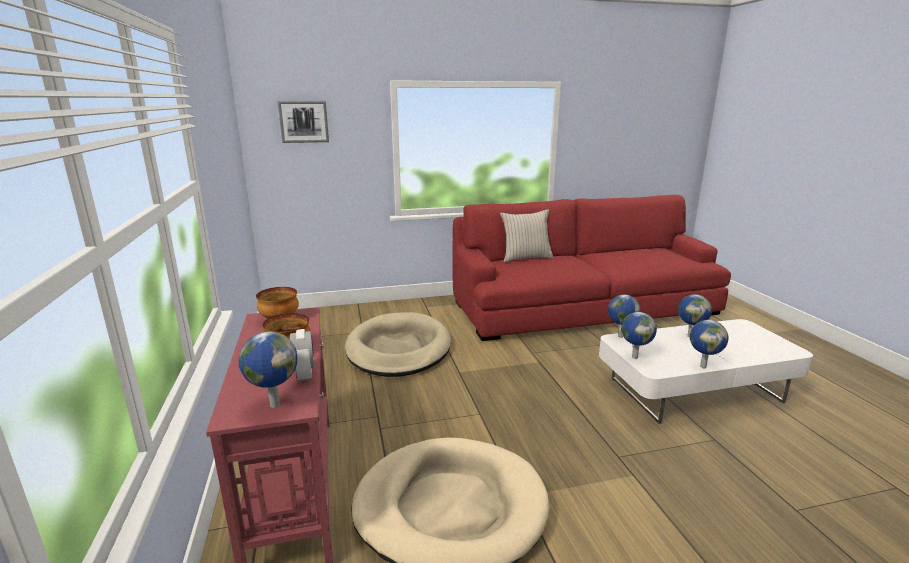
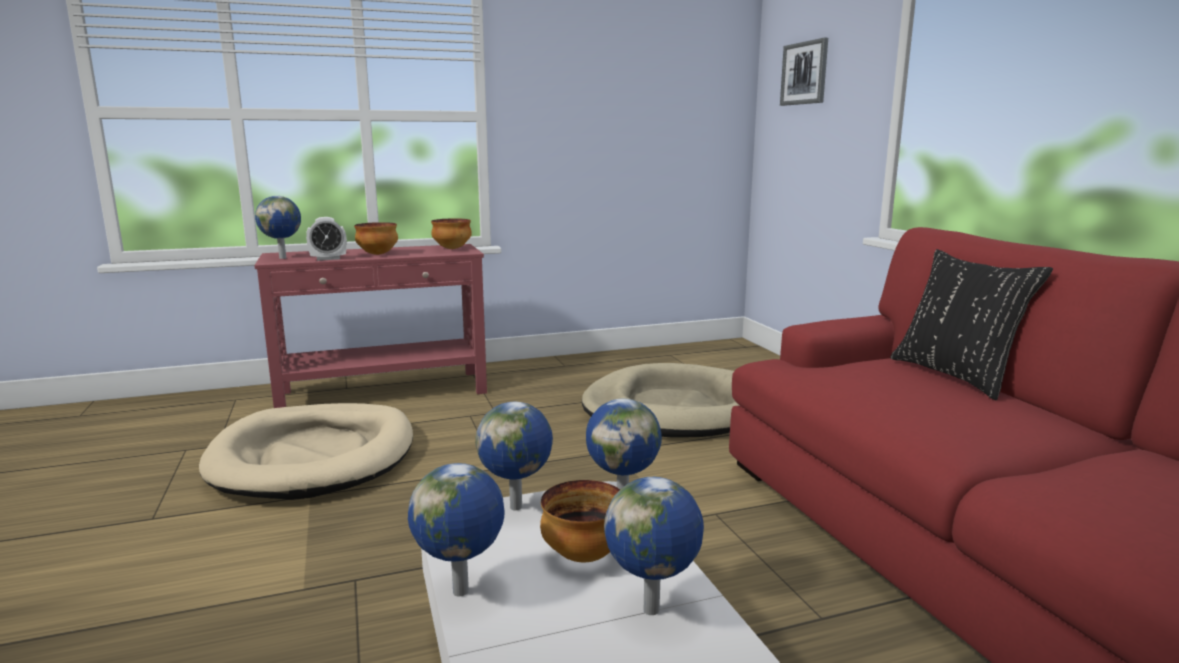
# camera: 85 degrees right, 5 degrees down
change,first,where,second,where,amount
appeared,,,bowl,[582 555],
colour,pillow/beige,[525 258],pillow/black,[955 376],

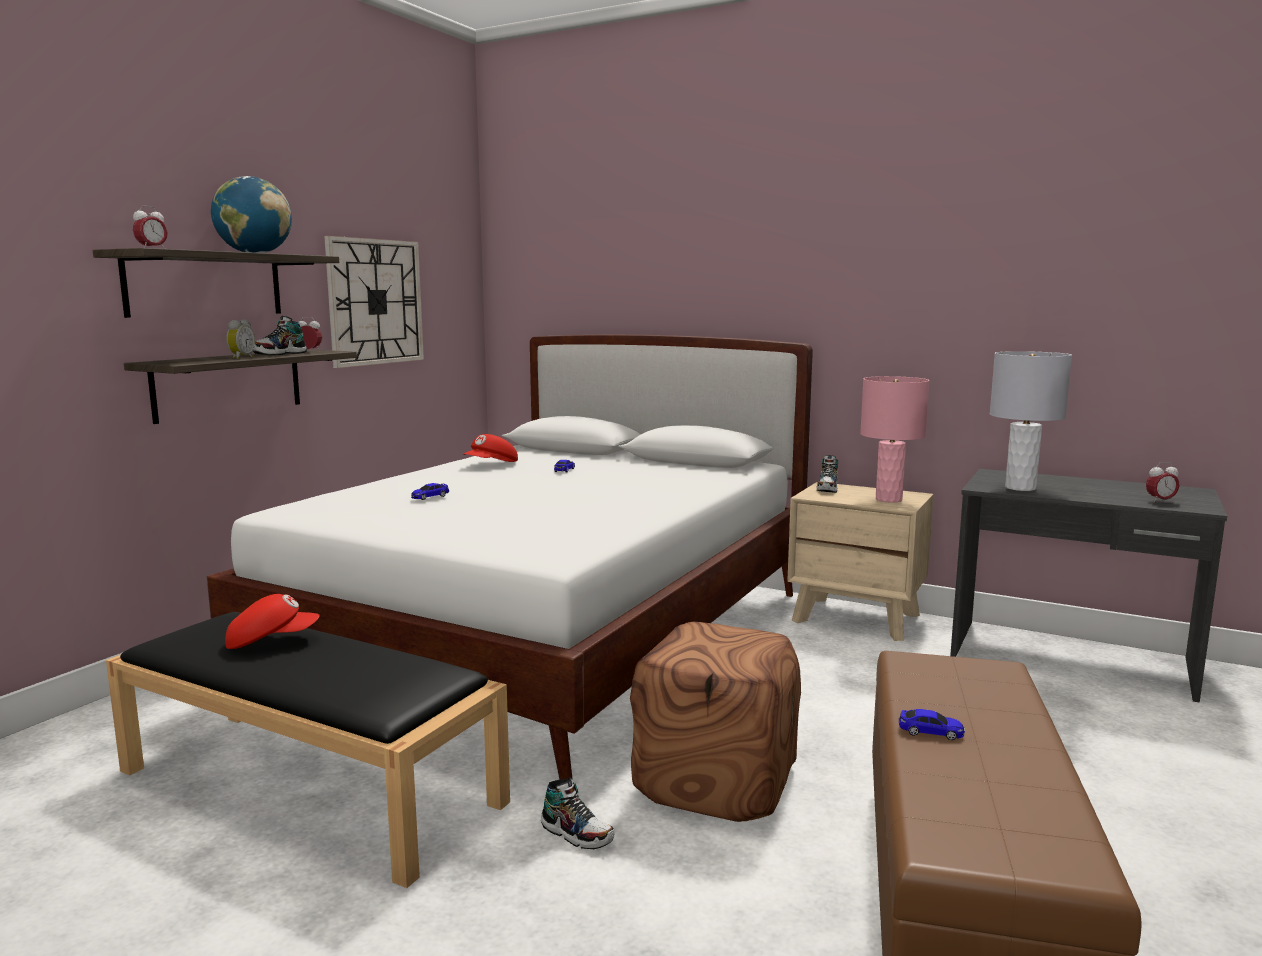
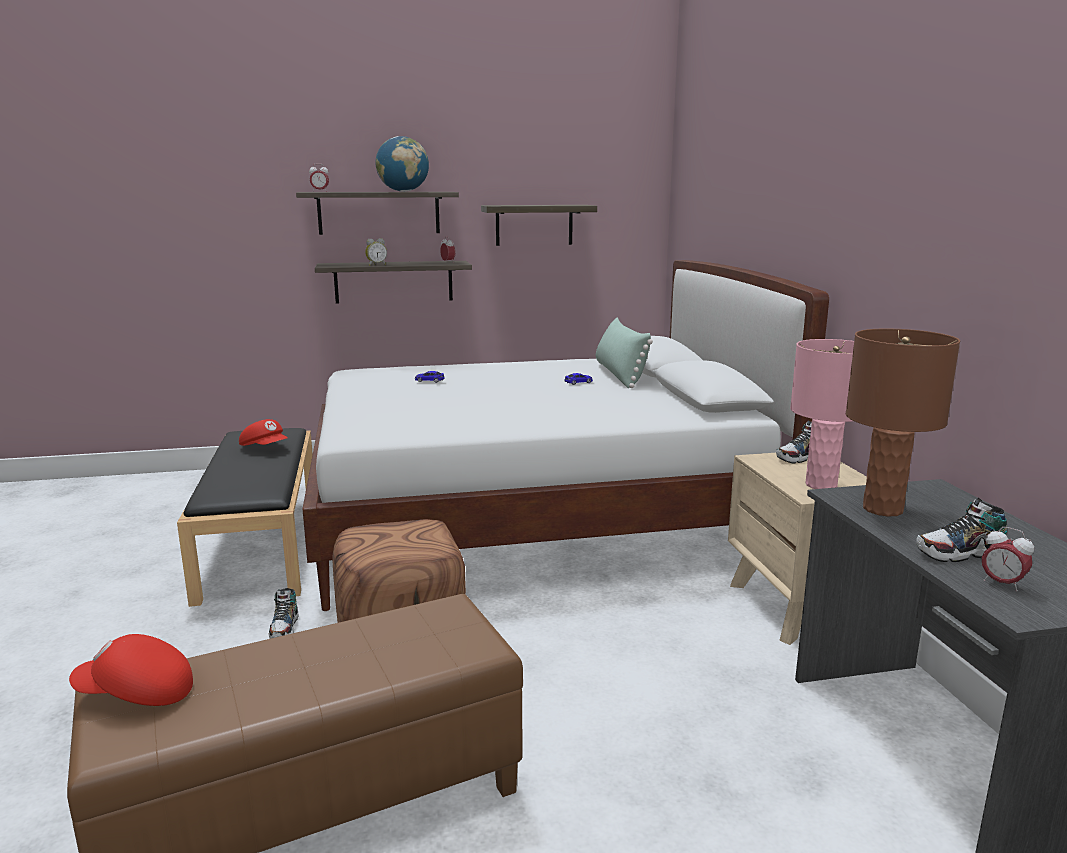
# camera: 50 degrees right, 5 degrees up
change,first,where,second,where,amount
relocated,cap/red,[491 465],,[136 695],
exchanged,wall clock,[375 302],shelf,[534 225],
appeared,,,pillow/green,[620 375],
colour,table lamp/grey,[1019 488],table lamp/brown,[882 509],
relocated,shoe,[279 354],,[960 554],
missing,toy car,[930 732],,,

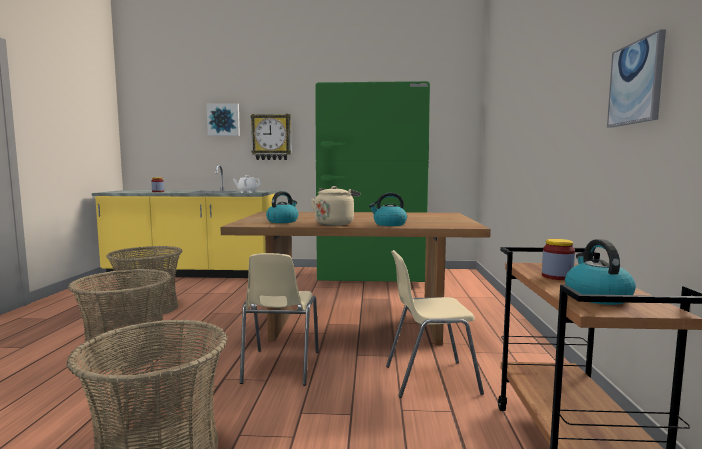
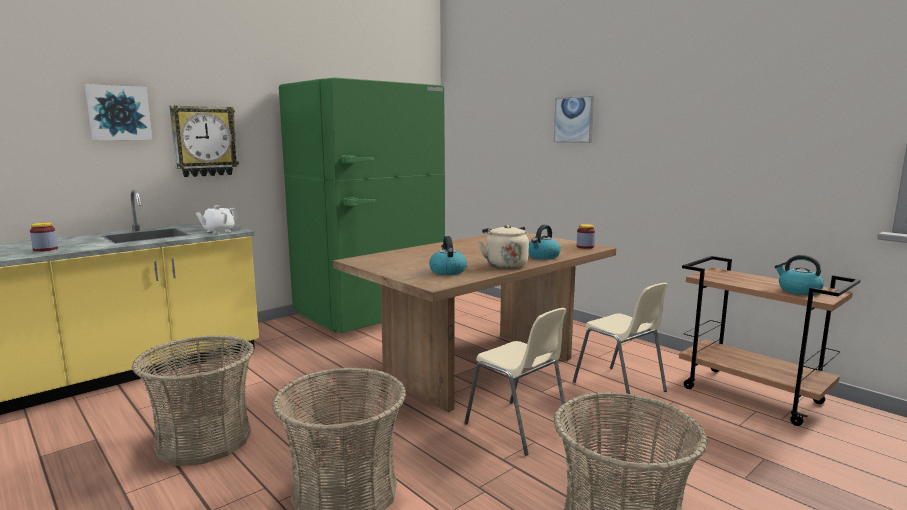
# camera: 45 degrees left, 5 degrees up
change,first,where,second,where,amount
relocated,picture,[636 83],,[574 119],
spun,chair/beige,[430 379],,[620 387],75 degrees counterclockwise
relocated,jar,[557 276],,[585 247],

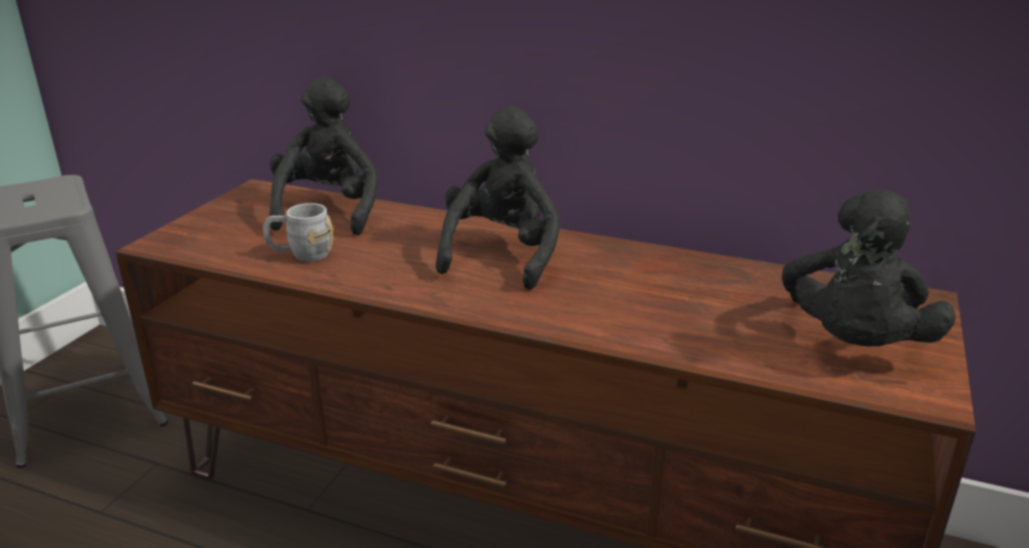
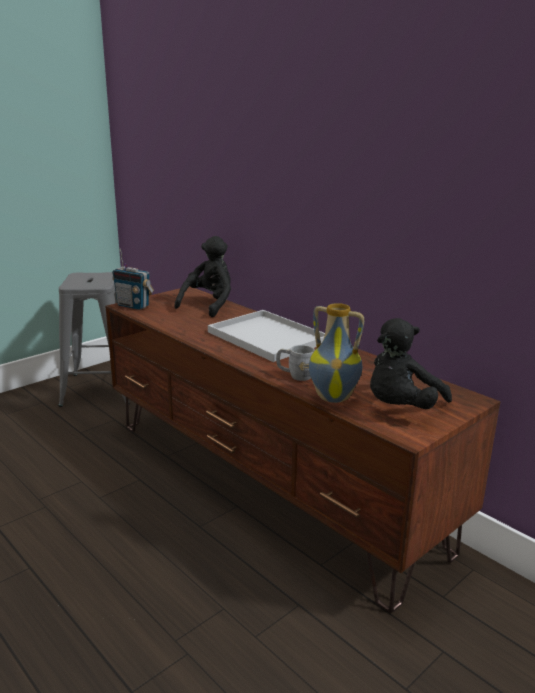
# camera: 25 degrees right, 5 degrees down
change,first,where,second,where,amount
appeared,,,radio,[133 306],
exchanged,plush toy/black,[502 254],tray/white,[270 337],
relocated,mug/grey,[301 255],,[295 375],
appeared,,,vase,[334 397],

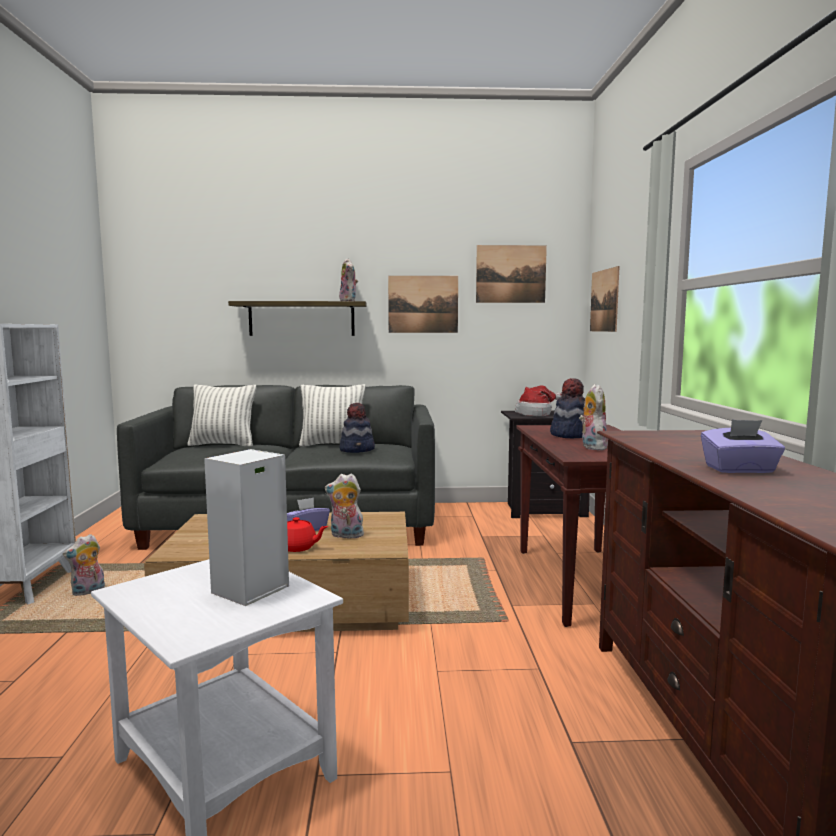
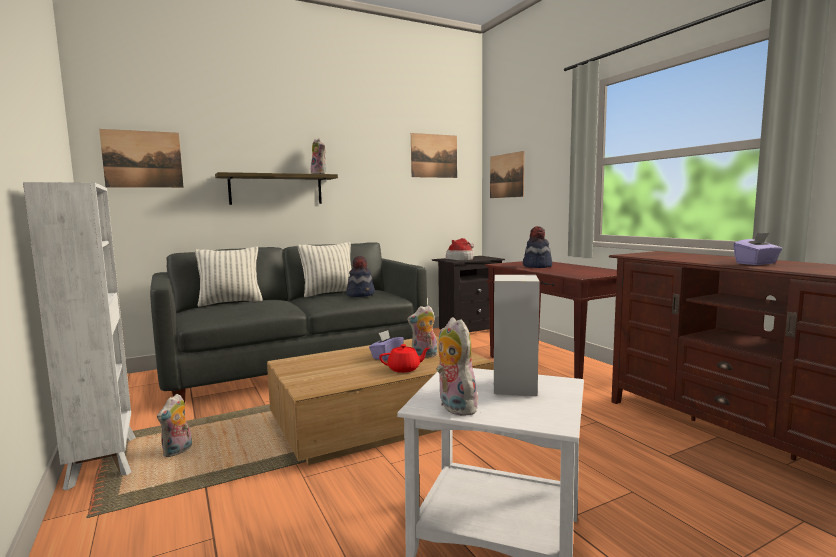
# camera: 25 degrees left, 0 degrees up
change,first,where,second,where,amount
relocated,picture,[423 304],,[143 159],
relocated,plush toy,[591 447],,[454 407],

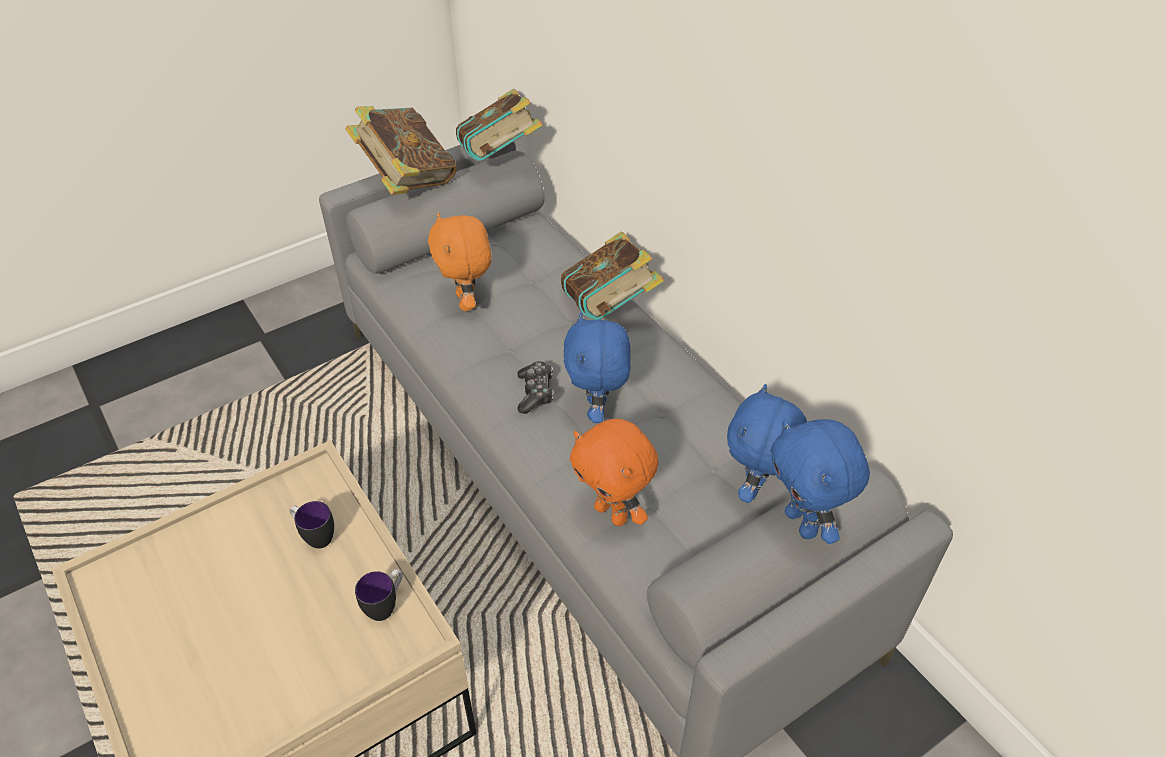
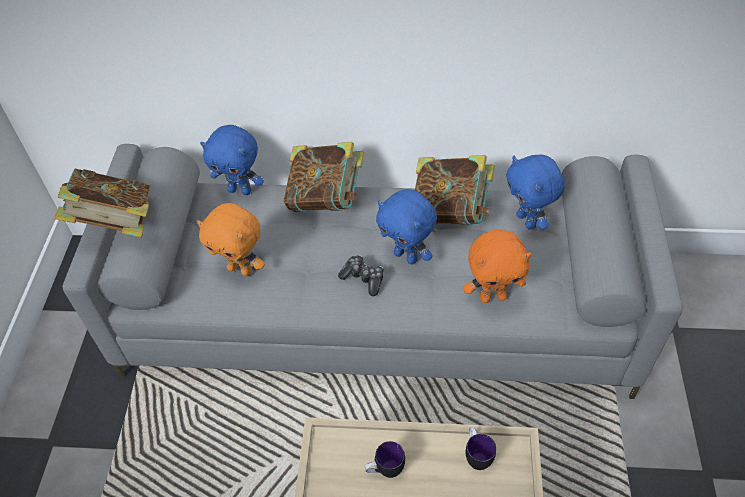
# camera: 50 degrees left, 5 degrees up
change,first,where,second,where,amount
relocated,plush toy/blue,[803 523],,[240 190],
relocated,book,[500 158],,[450 212],

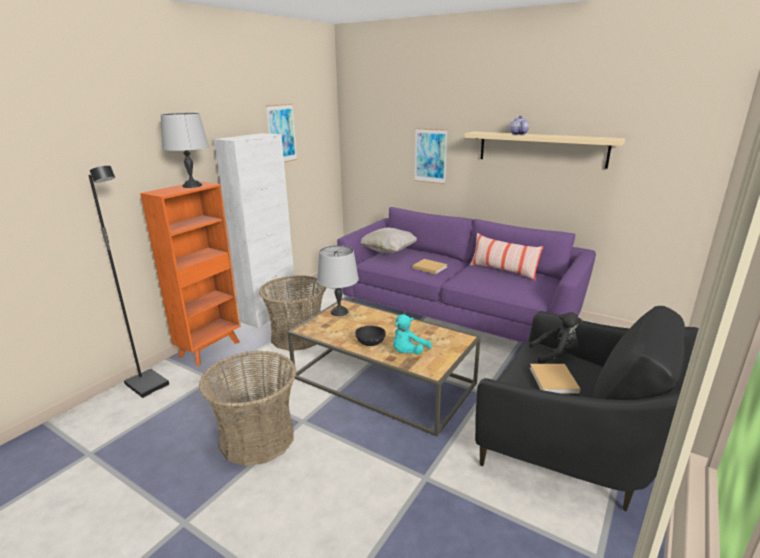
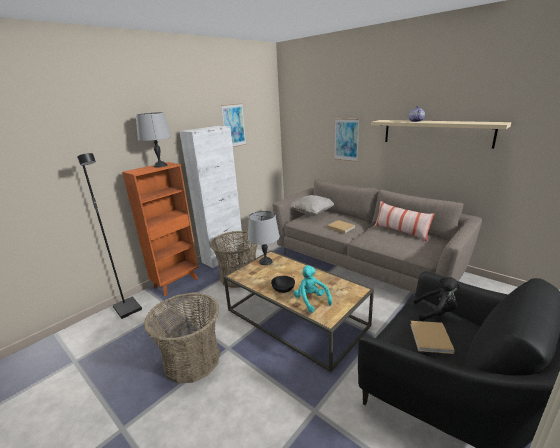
# camera: 10 degrees right, 0 degrees up
change,first,where,second,where,amount
colour,sofa/purple,[457 313],sofa/beige,[364 263],
spun,plush toy/turquoise,[408 353],,[311 301],105 degrees clockwise

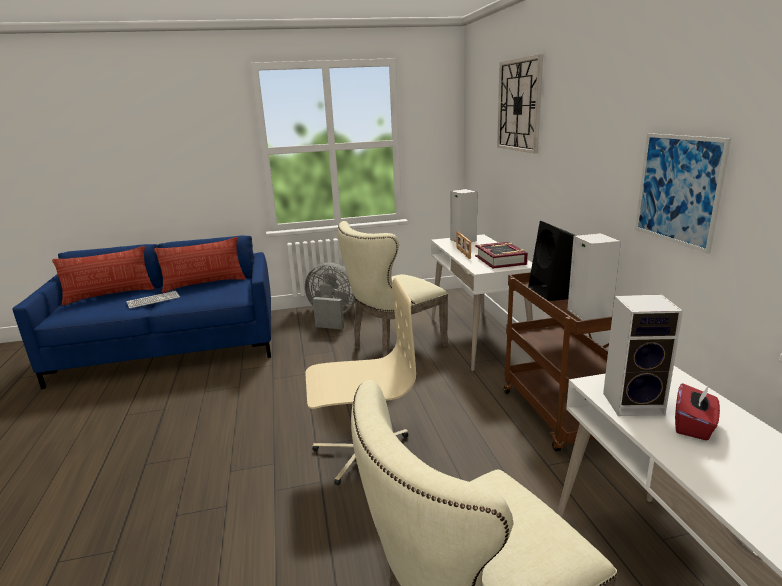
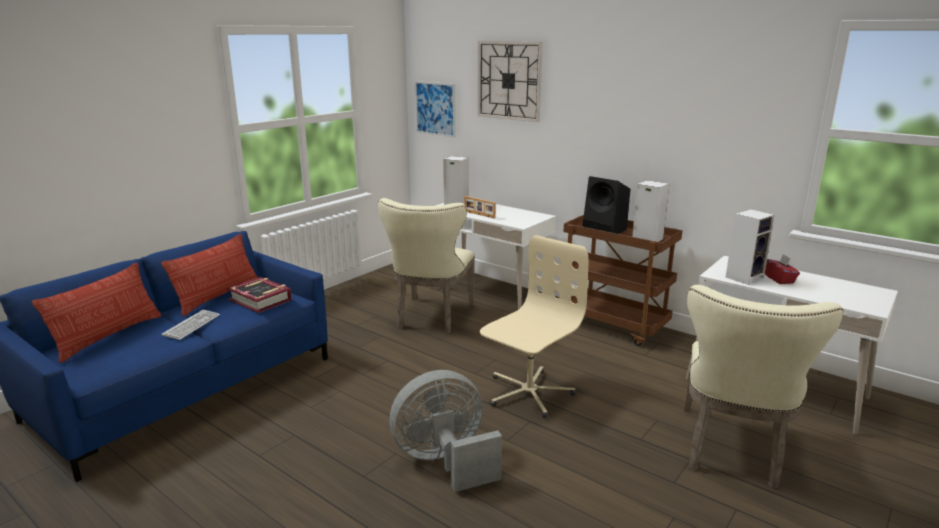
# camera: 40 degrees left, 0 degrees up
change,first,where,second,where,amount
relocated,book,[500 260],,[260 300],
relocated,fan/grey,[332 317],,[445 461],
relocated,picture,[678 189],,[435 109],

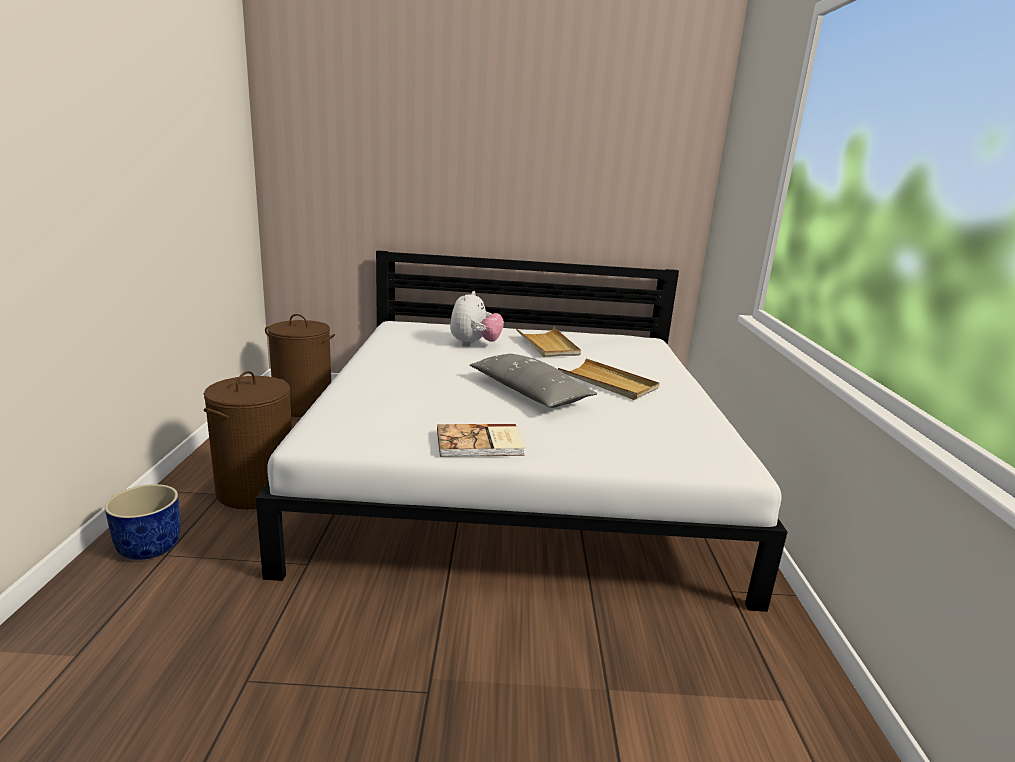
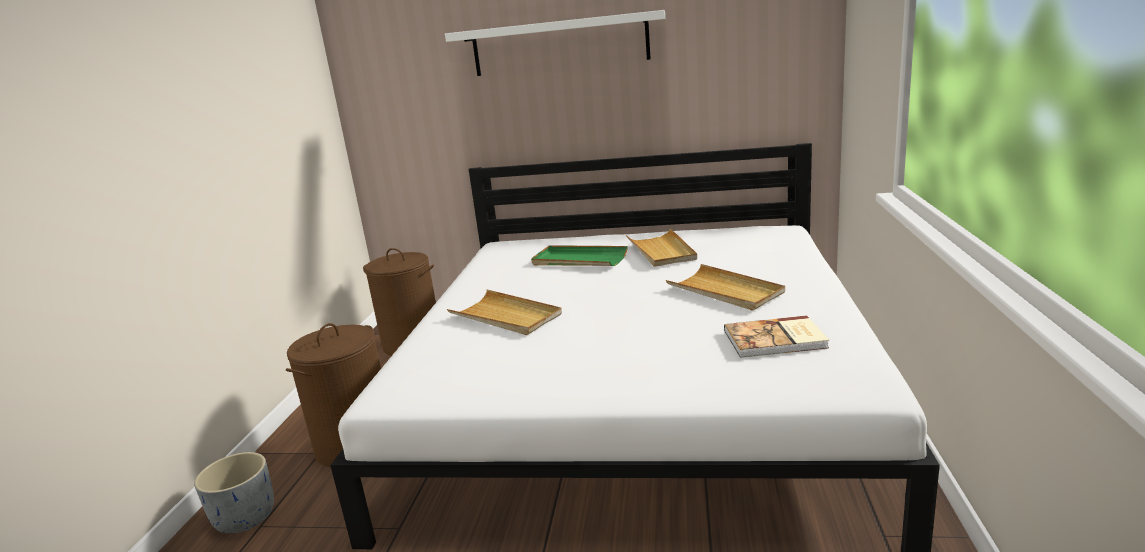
# camera: 10 degrees right, 0 degrees up
change,first,where,second,where,amount
colour,planter/blue,[150 546],planter/grey,[246 517],
appeared,,,shelf/white,[560 45],
appeared,,,tray/beige,[506 316],
exchanged,plush toy,[474 344],tray/green,[579 260],
relocated,book,[480 443],,[776 340],
missing,pillow/grey,[528 393],,,

